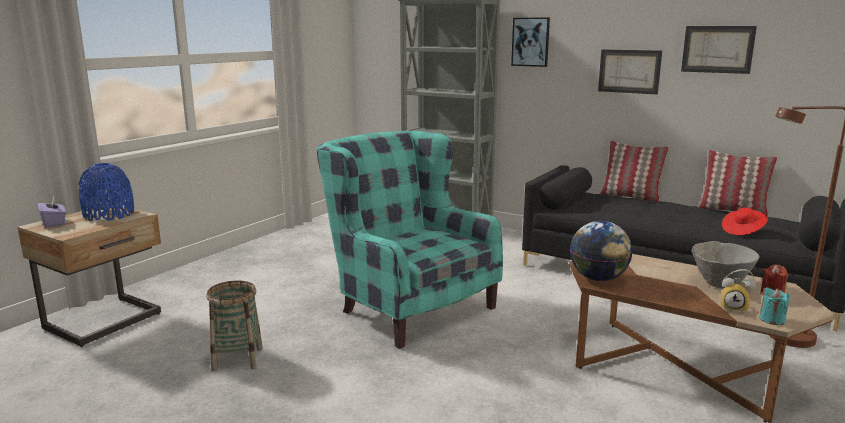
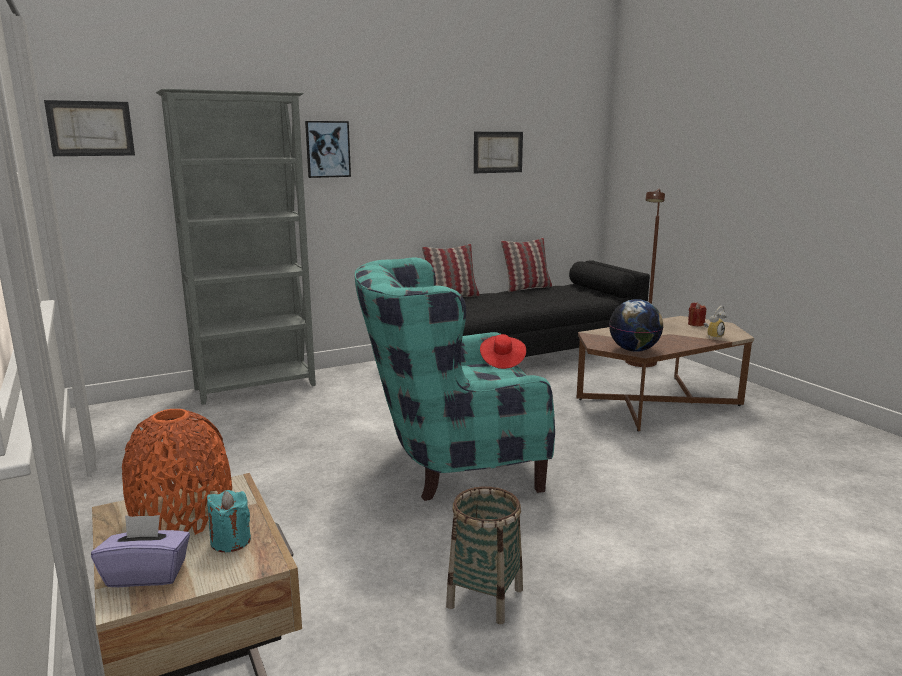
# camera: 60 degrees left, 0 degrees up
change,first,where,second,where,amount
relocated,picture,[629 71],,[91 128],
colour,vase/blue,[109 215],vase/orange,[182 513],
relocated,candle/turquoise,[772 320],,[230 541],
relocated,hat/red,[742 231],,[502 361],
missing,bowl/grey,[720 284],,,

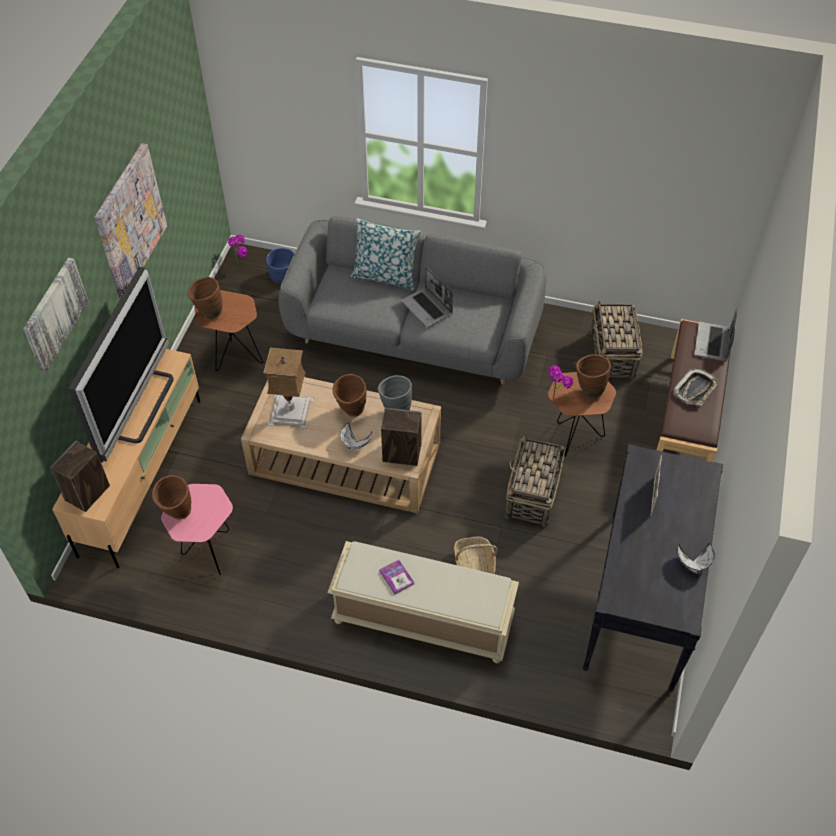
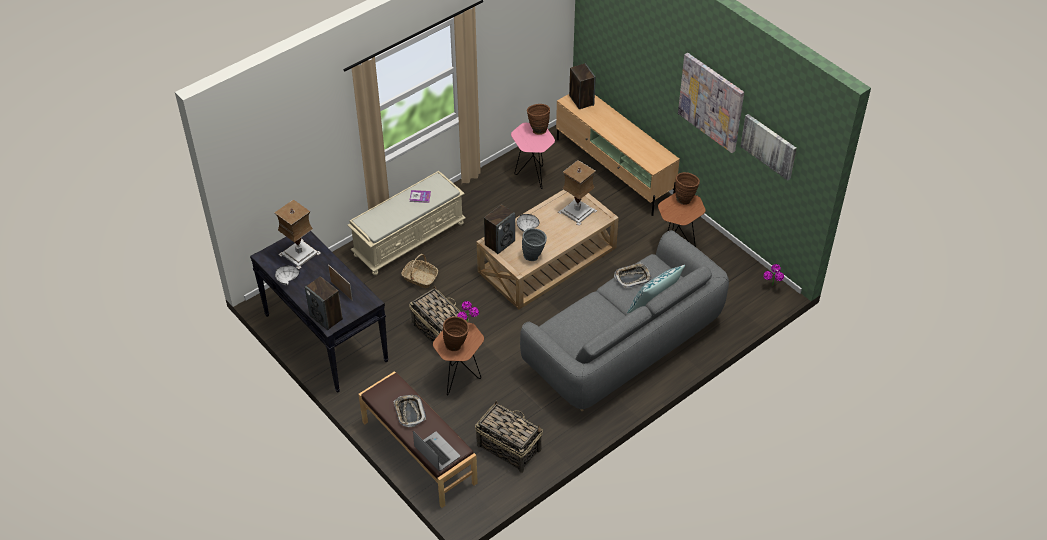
# camera: 125 degrees right, 5 degrees down
change,first,where,second,where,amount
appeared,,,table lamp,[299 253],
appeared,,,speaker,[326 317],
appeared,,,tray,[632 277],
relocated,picture,[54 313],,[769 146],
missing,television,[140 405],,,
missing,planter/blue,[283 276],,,
missing,vase/brown,[351 412],,,
missing,laptop,[427 308],,,

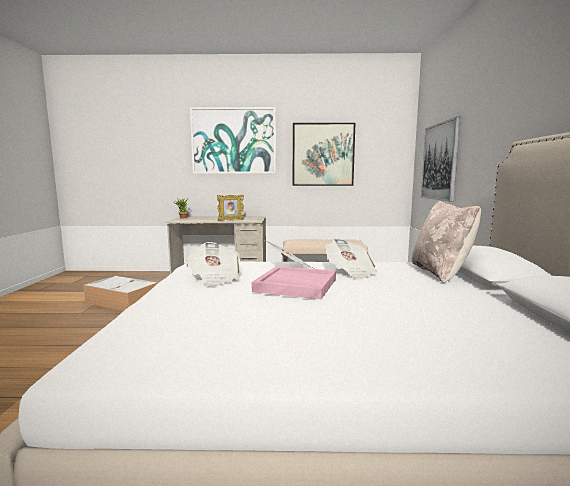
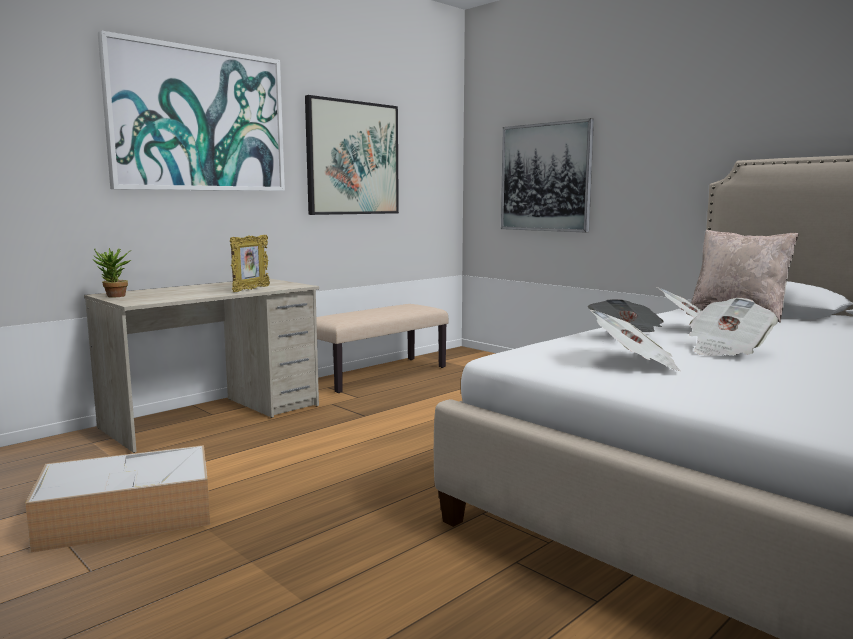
# camera: 45 degrees left, 0 degrees up
change,first,where,second,where,amount
exchanged,tray/pink,[295 285],newspaper,[726 349],

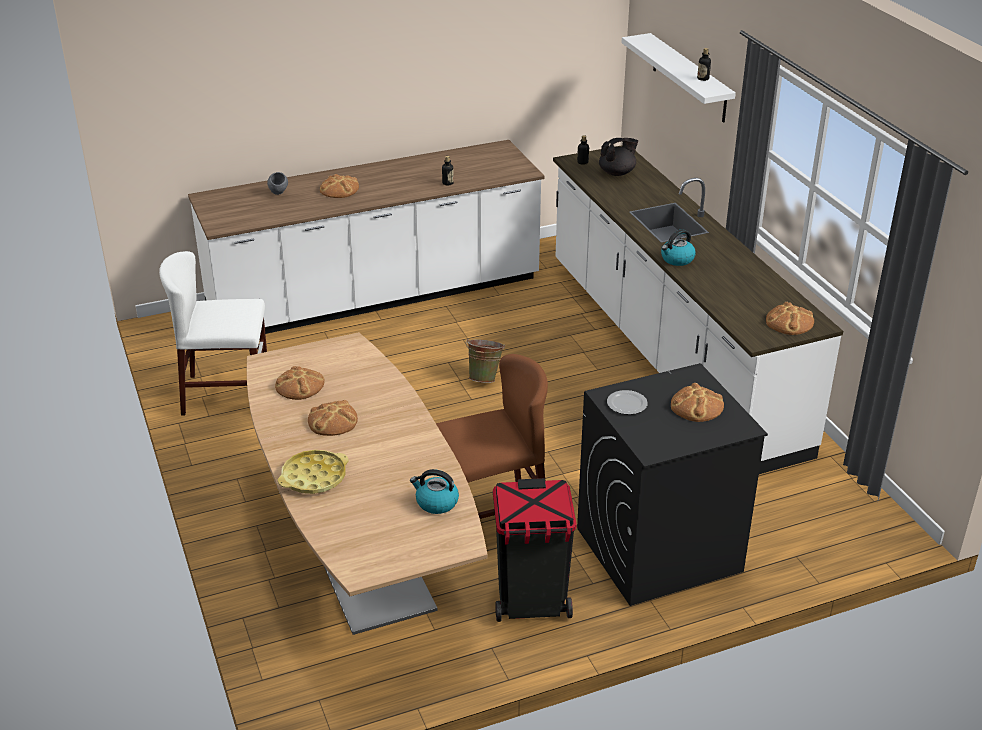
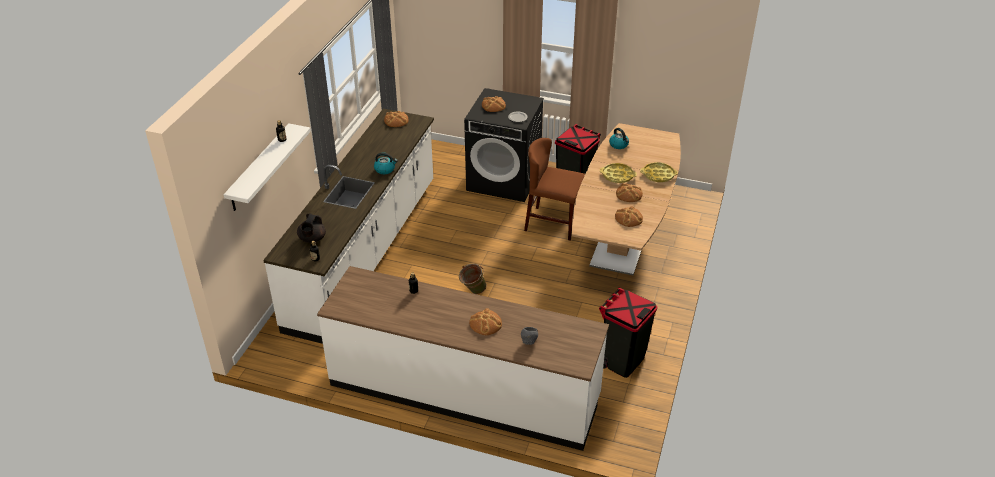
# camera: 140 degrees left, 5 degrees up
change,first,where,second,where,amount
spun,teapot/black,[617 173],,[312 239],90 degrees counterclockwise
exchanged,chair/white,[226 394],trash can/black,[622 361],
appeared,,,tray/yellow,[617 176],

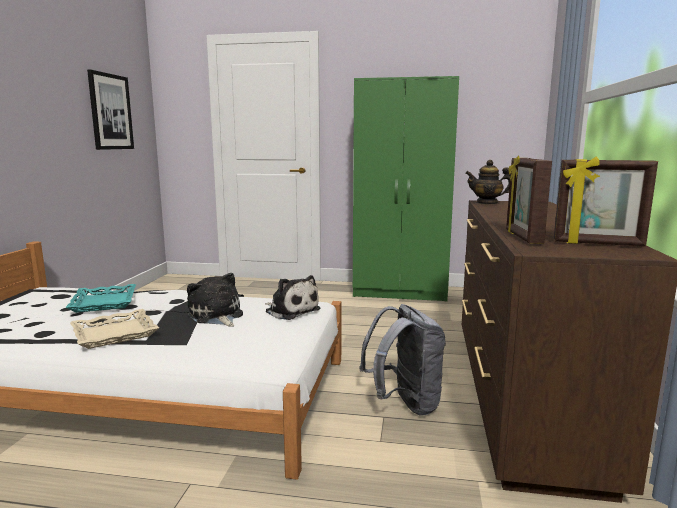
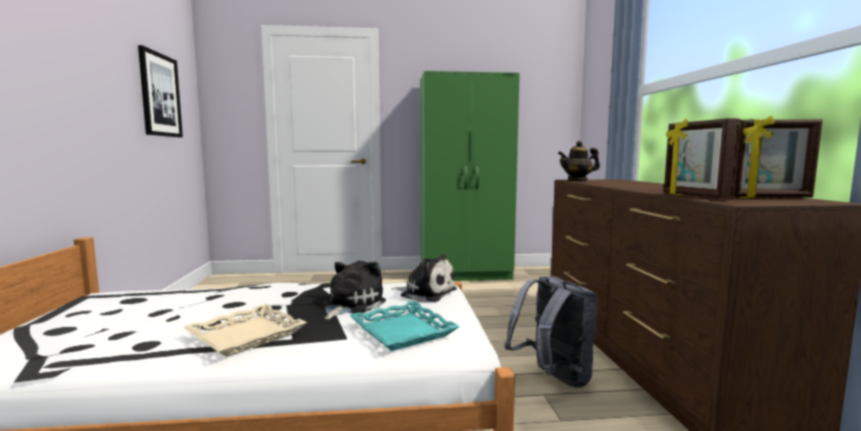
# camera: 15 degrees left, 5 degrees down
change,first,where,second,where,amount
spun,plush toy,[216 316],,[351 305],75 degrees clockwise
relocated,tray/turquoise,[104 302],,[403 331],

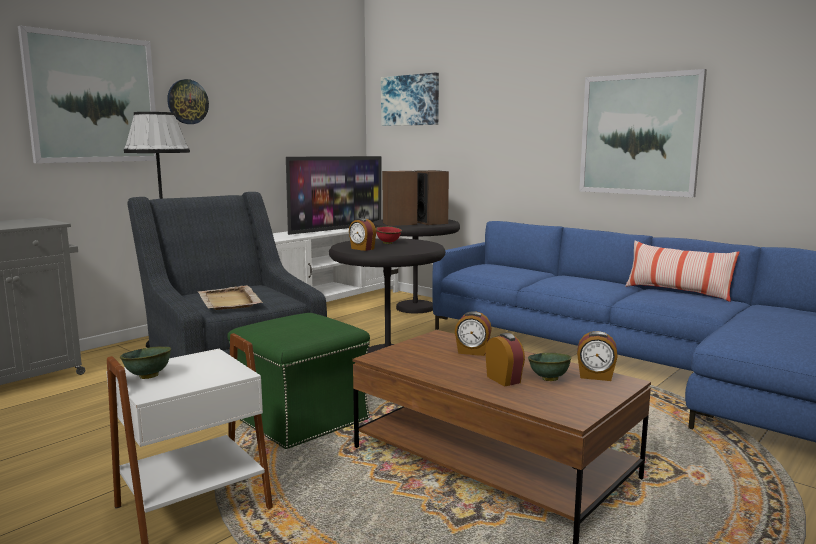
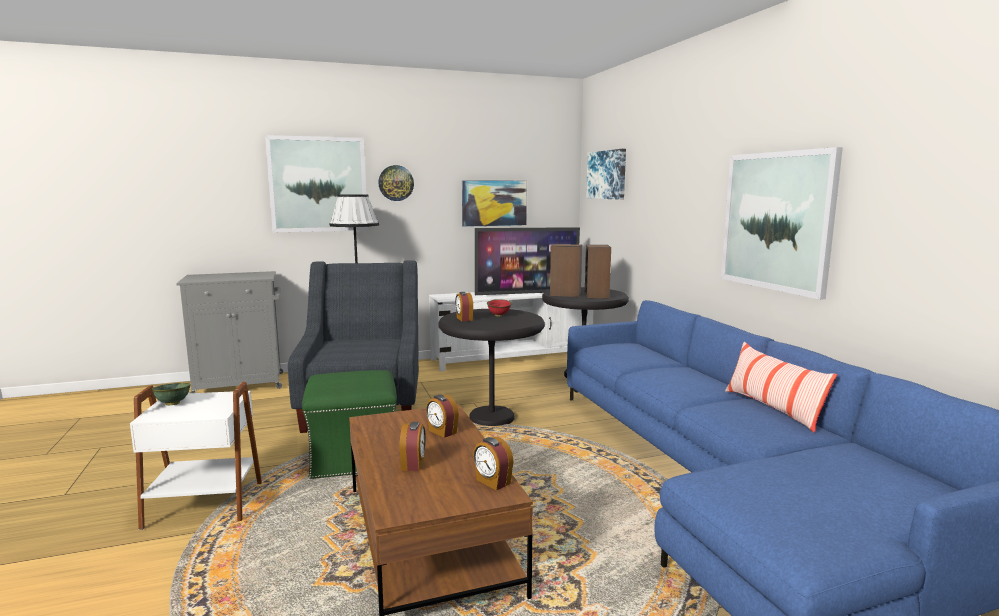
# camera: 30 degrees right, 0 degrees up
change,first,where,second,where,amount
appeared,,,picture,[494 203],
missing,tray/beige,[229 301],,,
missing,bowl/green,[548 379],,,

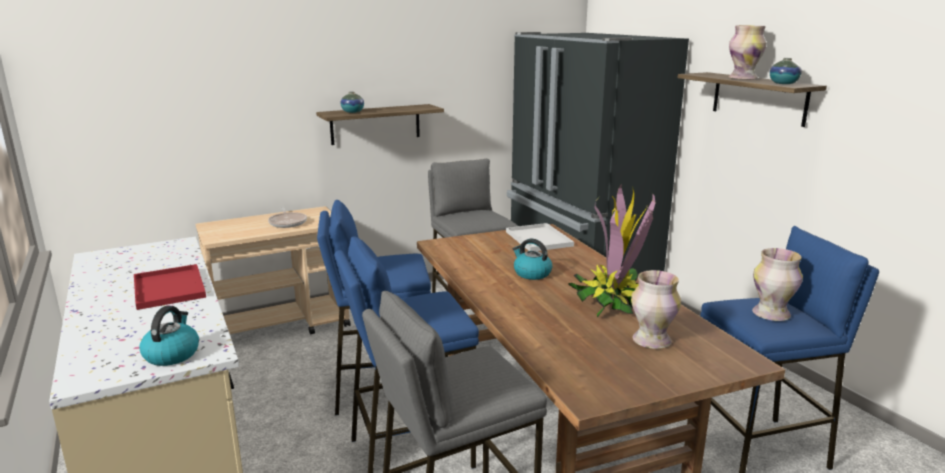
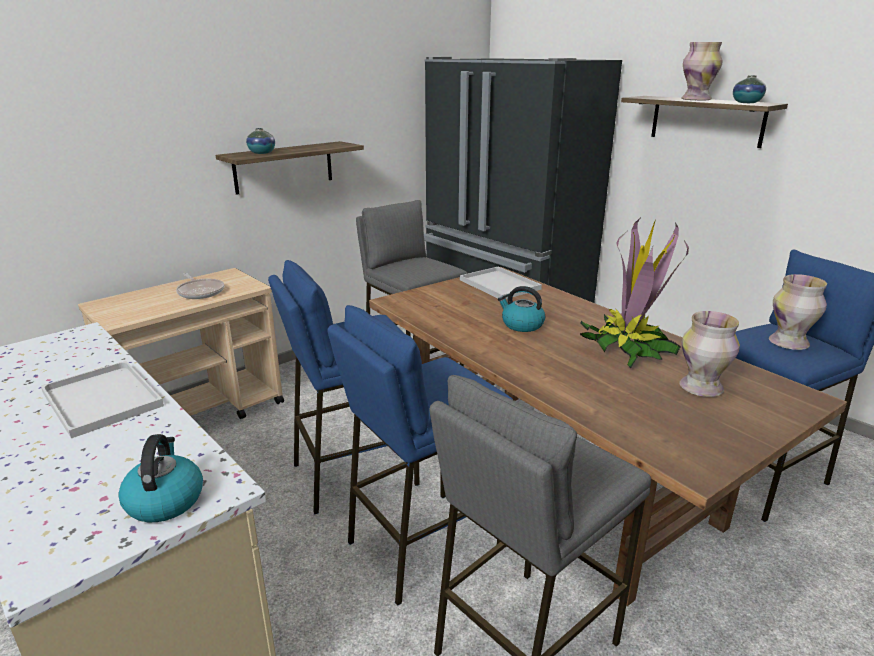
# camera: 15 degrees left, 5 degrees up
change,first,where,second,where,amount
colour,tray/red,[168 287],tray/white,[100 398],

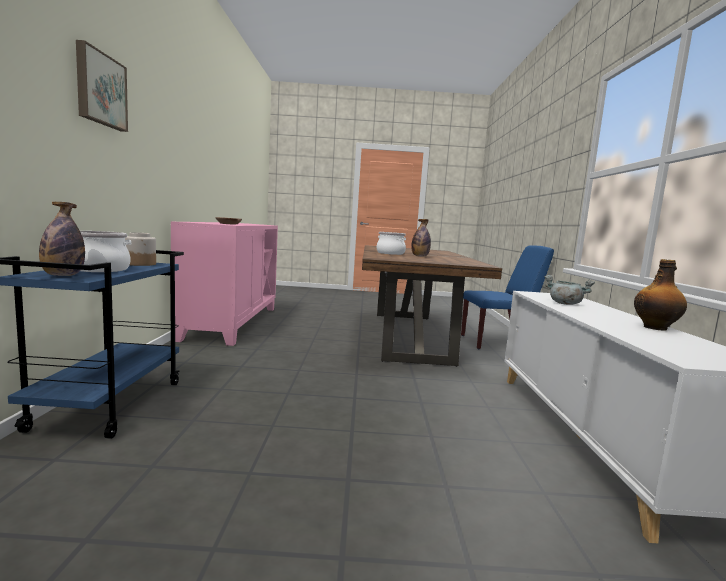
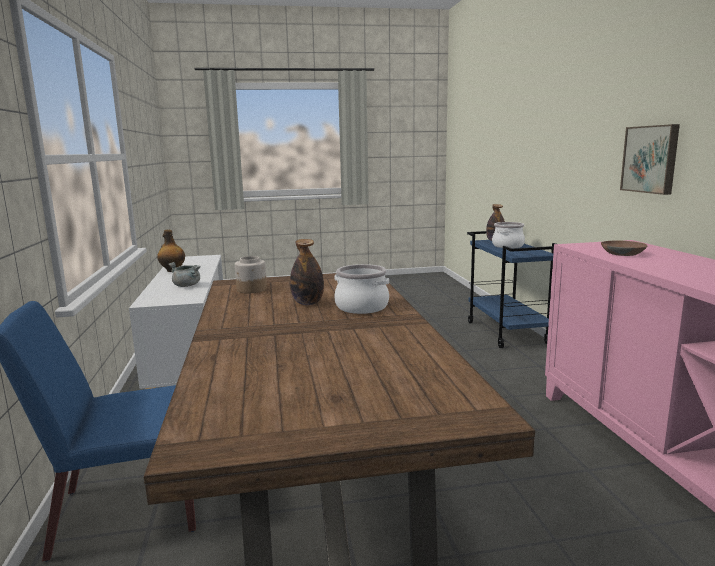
# camera: 170 degrees right, 5 degrees up
change,first,where,second,where,amount
relocated,jar,[140 264],,[251 289],
relocated,picture,[100 89],,[651 159],

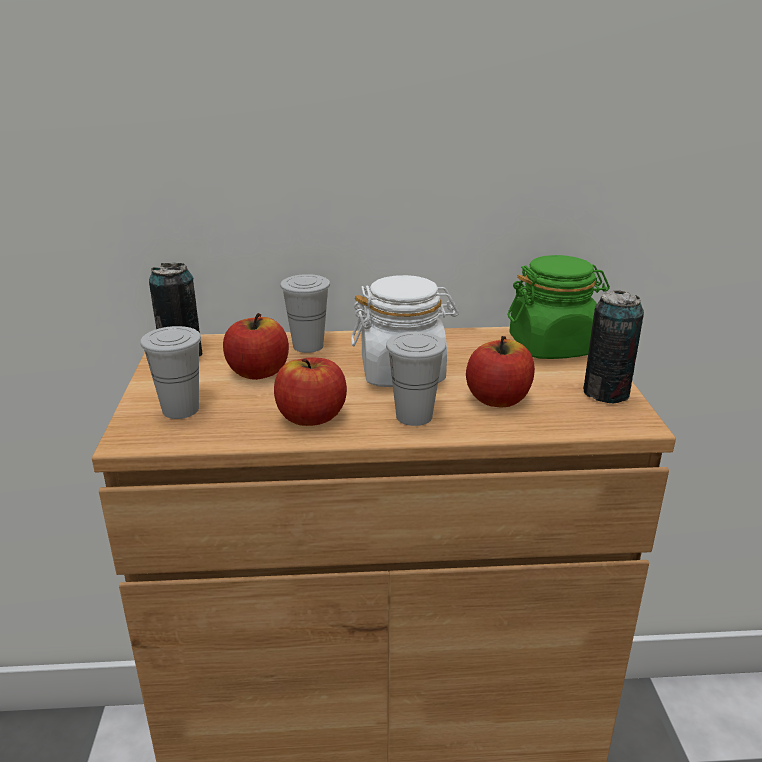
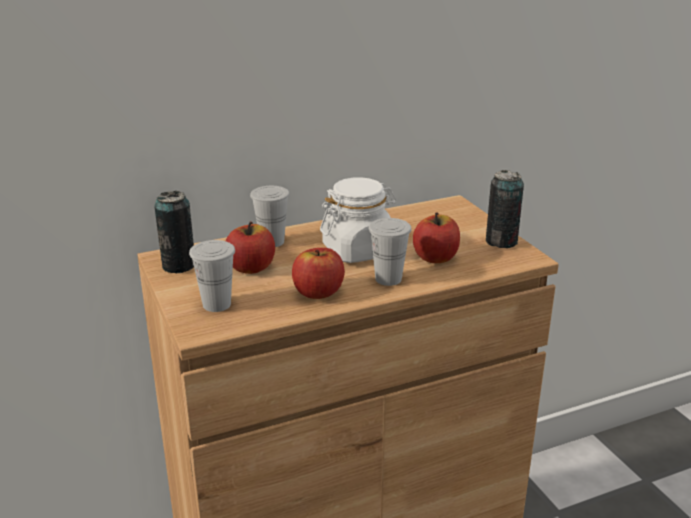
# camera: 20 degrees left, 0 degrees up
change,first,where,second,where,amount
missing,jar/green,[552 346],,,

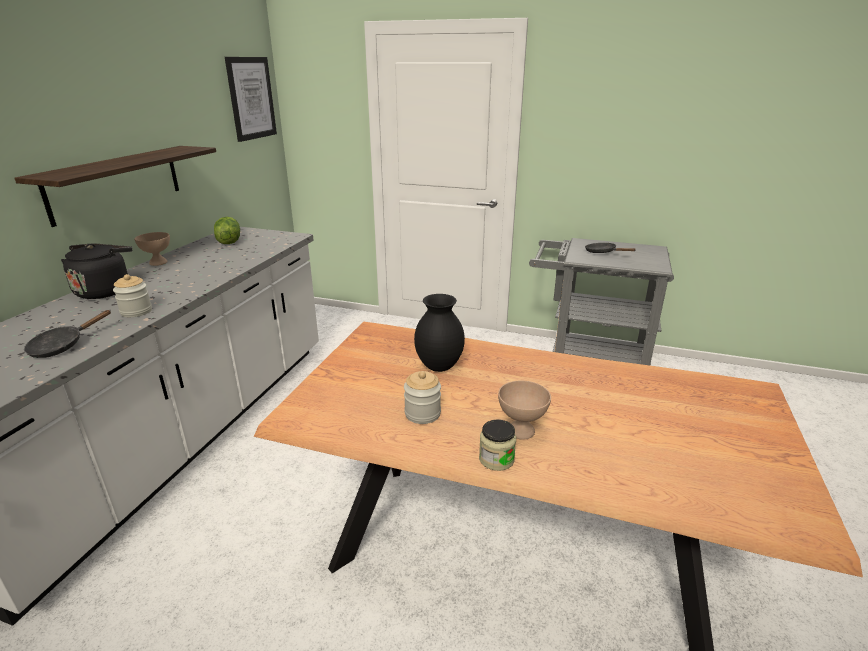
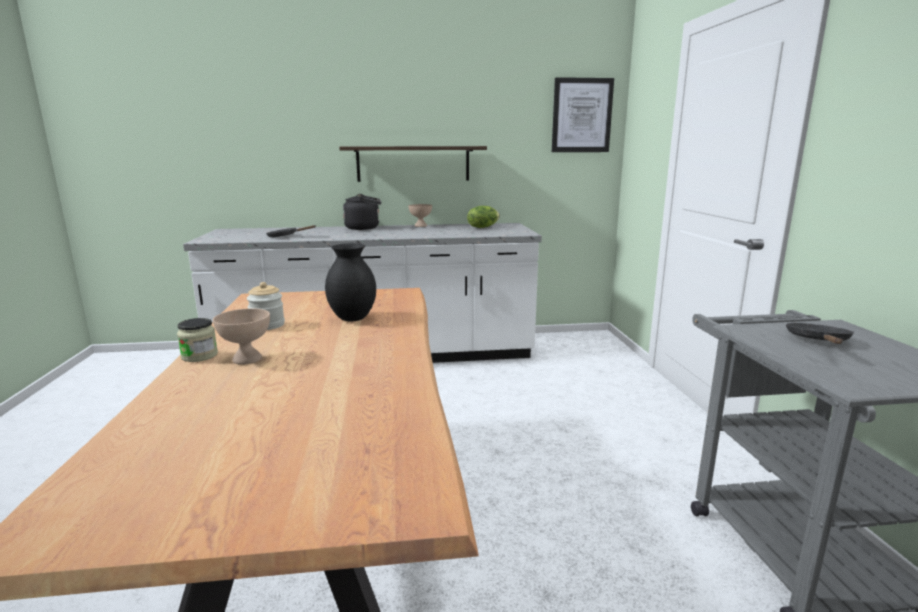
# camera: 65 degrees right, 10 degrees down
change,first,where,second,where,amount
missing,jar,[136 311],,,

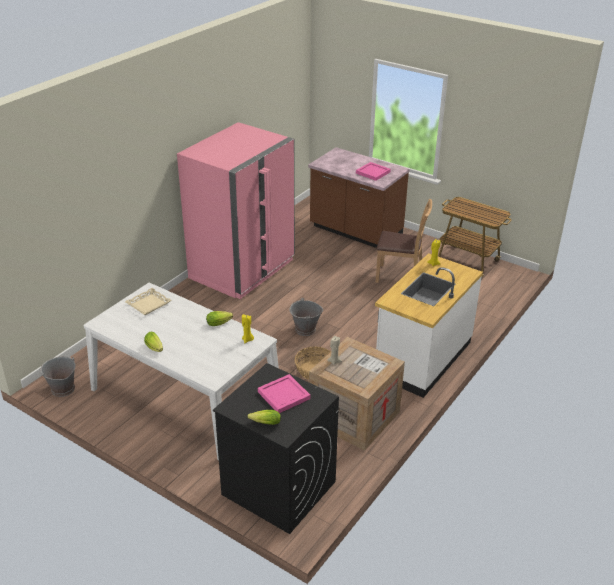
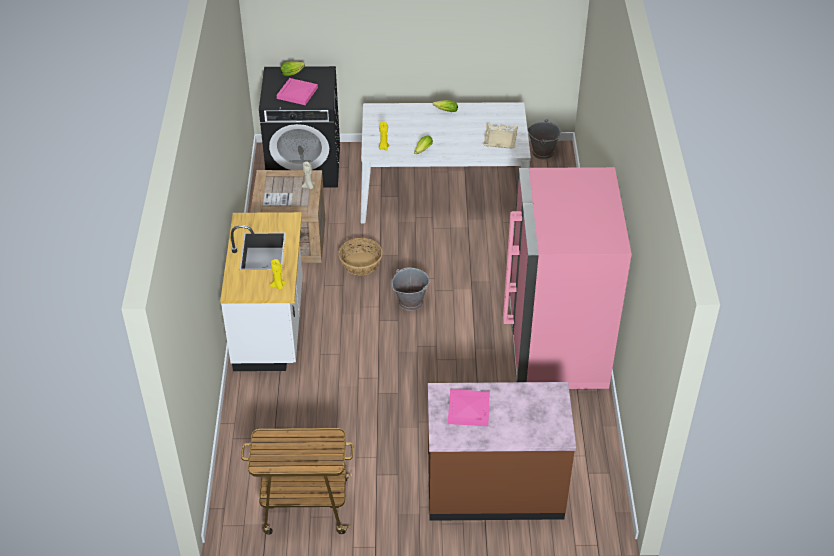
# camera: 145 degrees right, 10 degrees up
change,first,where,second,where,amount
missing,chair/brown,[400 276],,,

